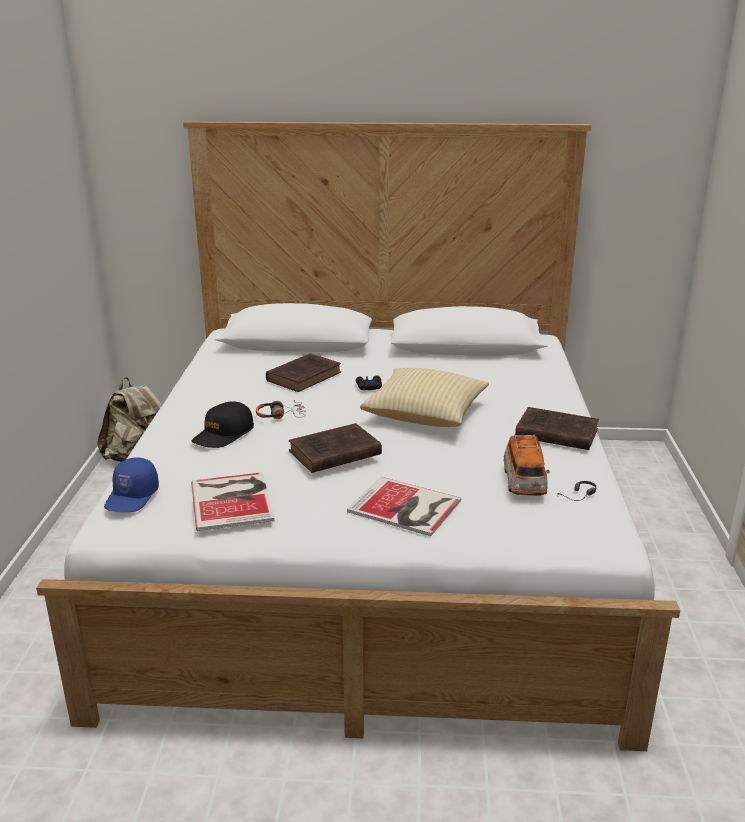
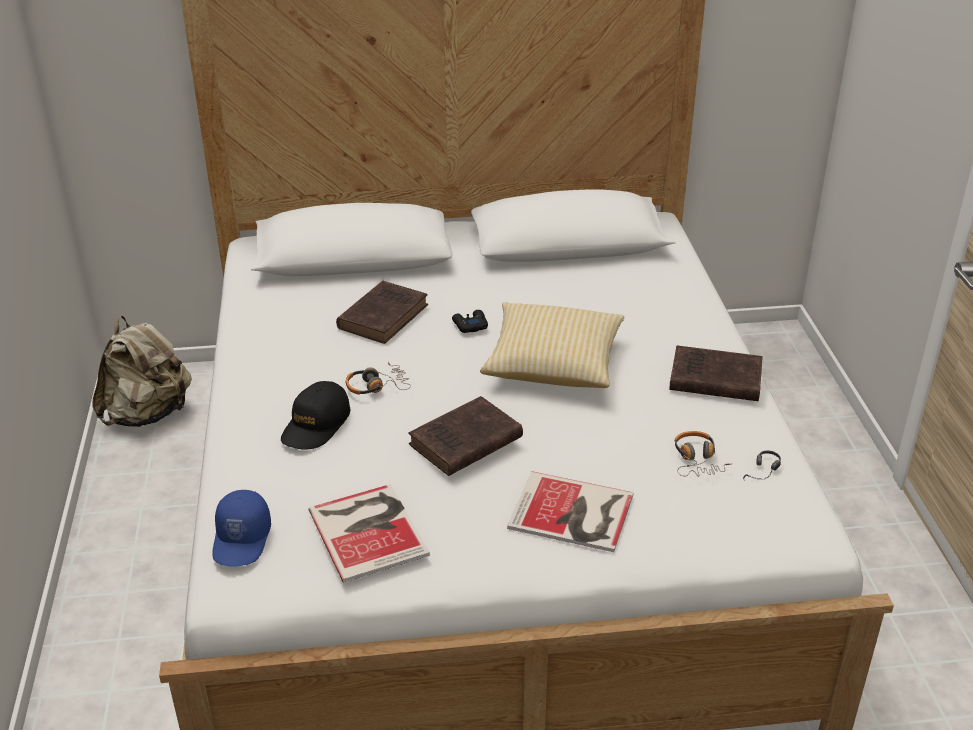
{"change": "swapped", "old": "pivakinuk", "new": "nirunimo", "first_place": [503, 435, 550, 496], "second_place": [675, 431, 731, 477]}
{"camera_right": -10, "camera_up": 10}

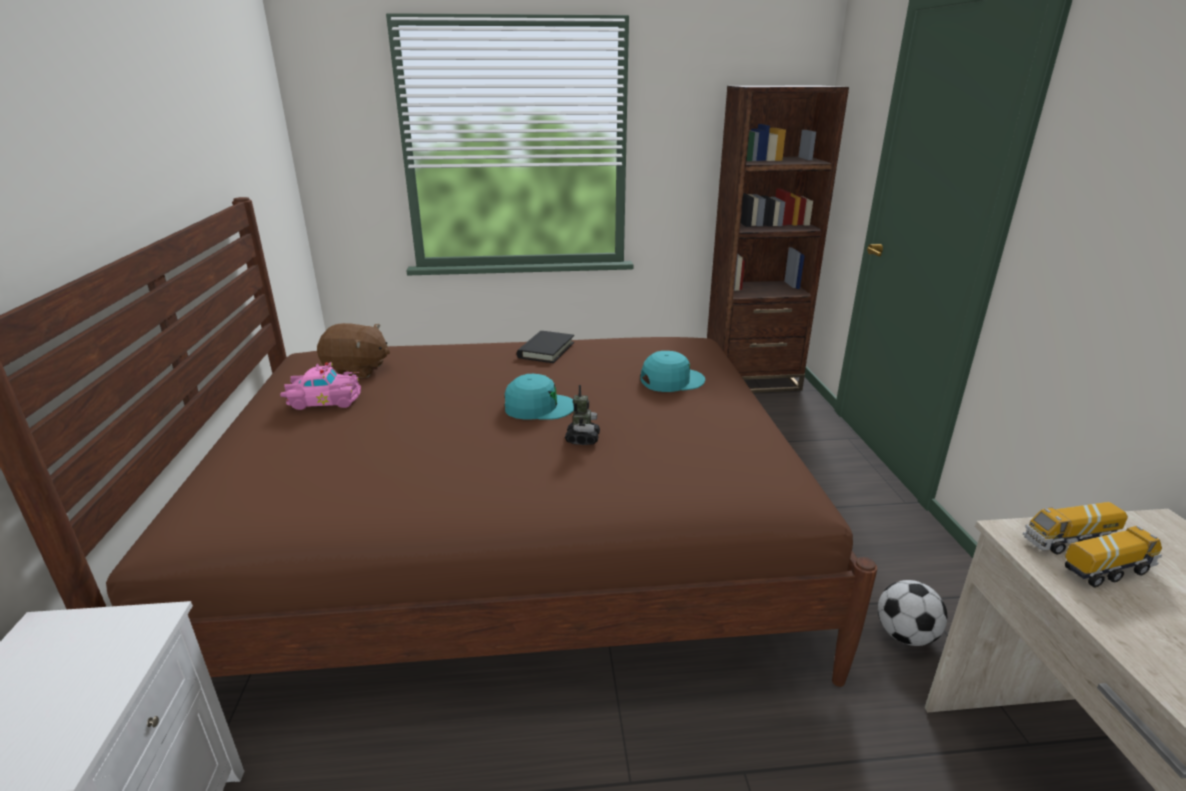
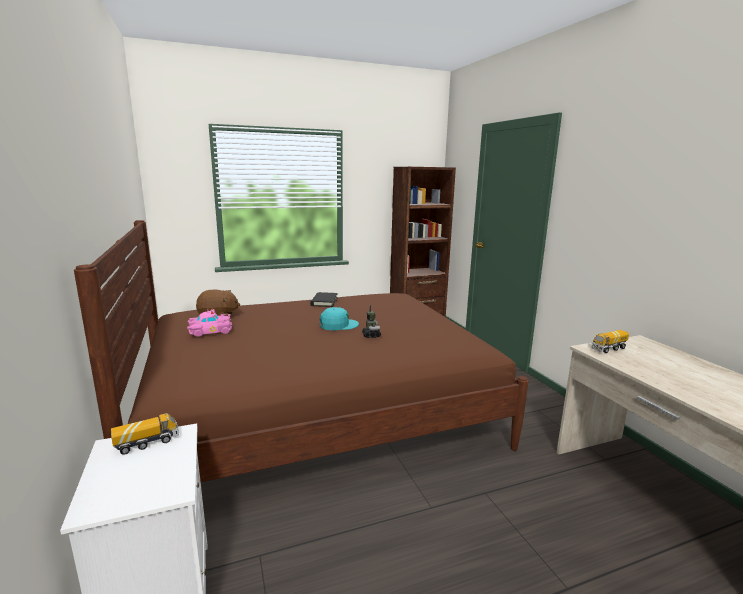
{"change": "shifted", "old": "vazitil", "first_place": [1065, 526, 1162, 588], "second_place": [111, 413, 179, 455]}
{"change": "gone", "old": "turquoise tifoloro", "first_place": [640, 351, 705, 392]}
{"change": "gone", "old": "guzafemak", "first_place": [878, 580, 947, 646]}
{"camera_right": -15, "camera_up": -10}

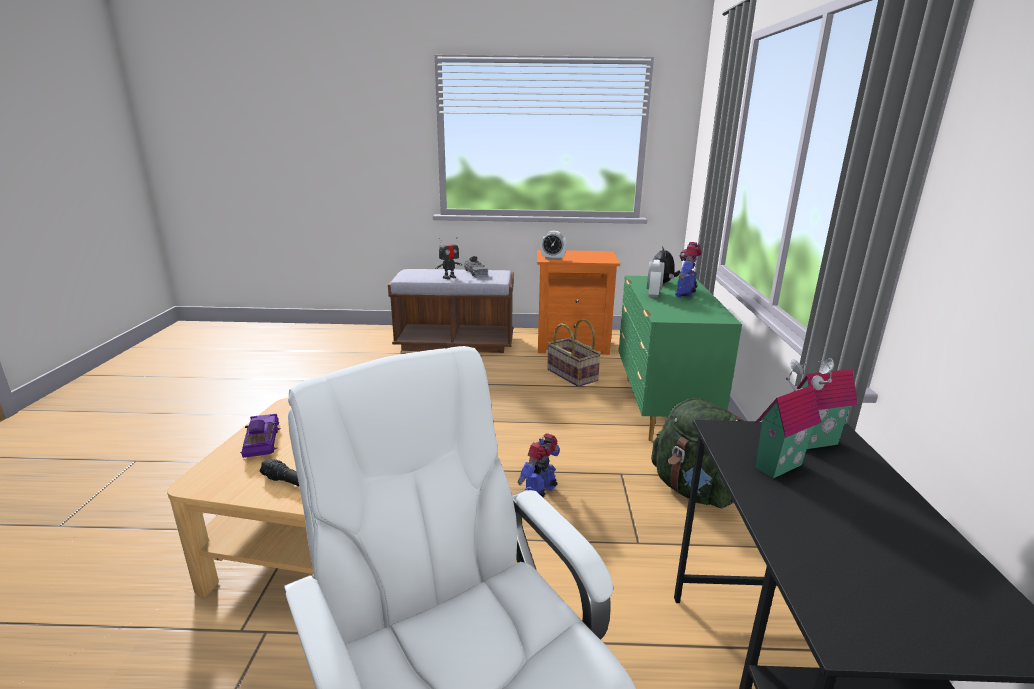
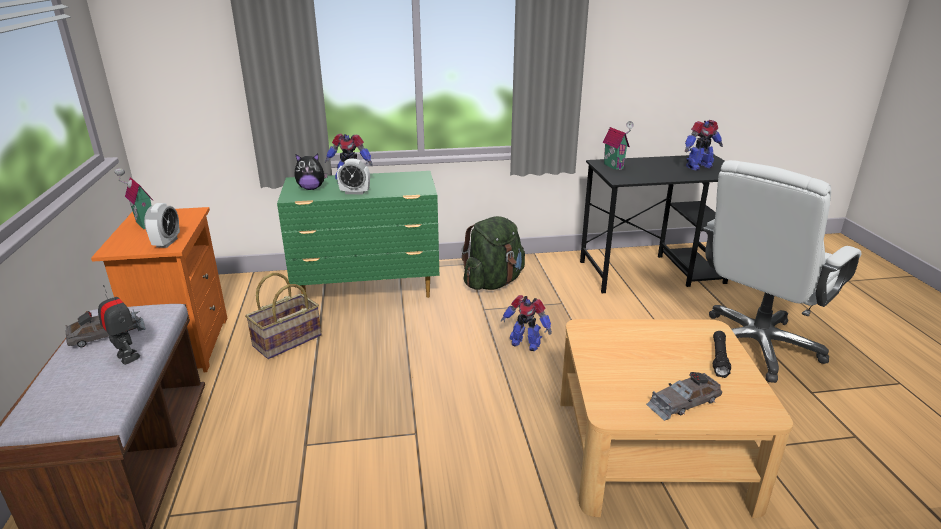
{"change": "shifted", "old": "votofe", "first_place": [755, 359, 821, 478], "second_place": [114, 168, 153, 229]}
{"change": "repainted", "old": "purple pivakinuk", "new": "grey pivakinuk", "first_place": [240, 414, 280, 458], "second_place": [646, 372, 722, 421]}
{"change": "new", "new": "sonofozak", "second_place": [685, 120, 723, 171]}
{"camera_right": -100, "camera_up": 5}

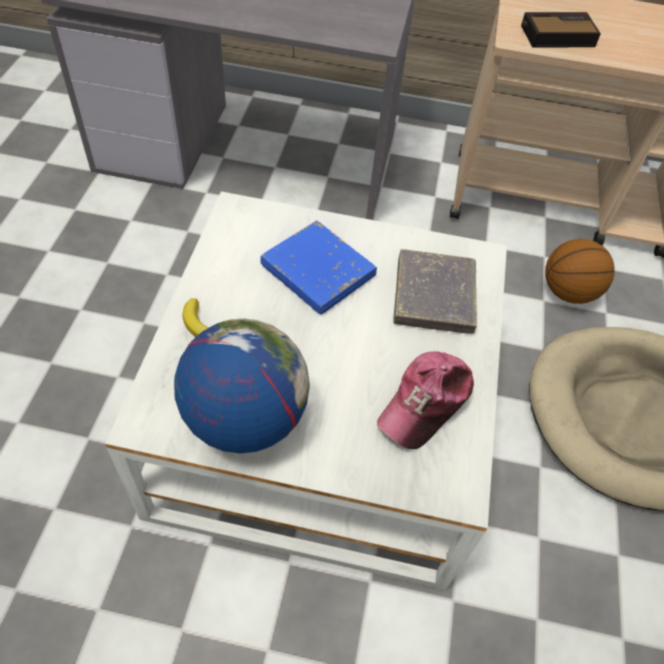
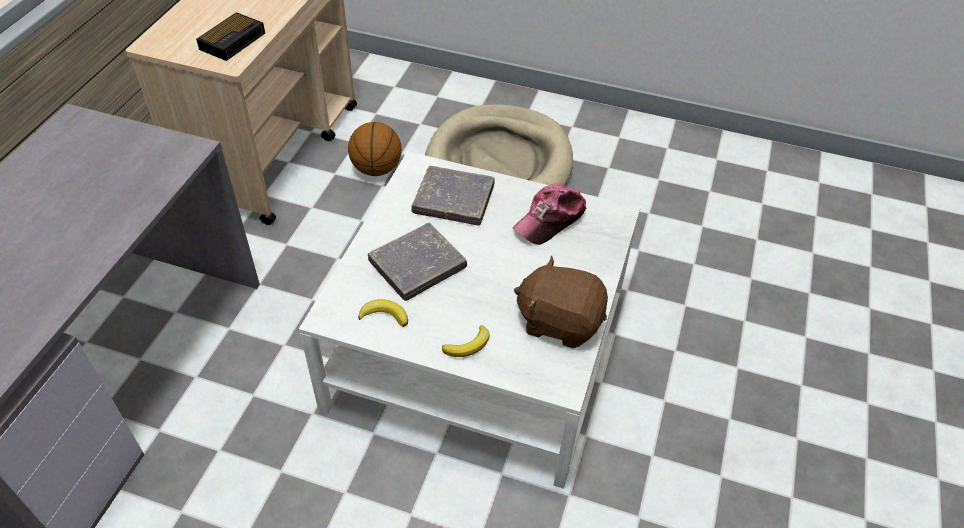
{"change": "rotated", "old": "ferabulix", "first_place": [521, 12, 601, 48], "second_place": [196, 12, 265, 61], "degrees": -150}
{"change": "new", "new": "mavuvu", "second_place": [358, 299, 408, 327]}
{"change": "repainted", "old": "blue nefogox", "new": "grey nefogox", "first_place": [261, 220, 377, 315], "second_place": [368, 222, 467, 301]}
{"change": "rotated", "old": "tifoloro", "first_place": [377, 351, 474, 449], "second_place": [512, 184, 587, 245], "degrees": 90}
{"change": "swapped", "old": "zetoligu", "new": "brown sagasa", "first_place": [174, 318, 310, 454], "second_place": [514, 256, 608, 348]}
{"camera_right": -80, "camera_up": -5}

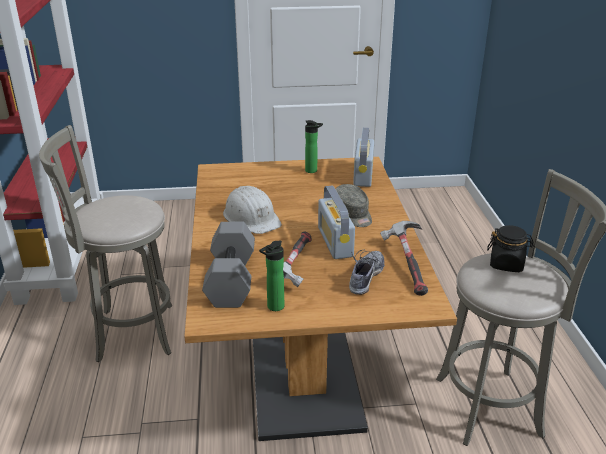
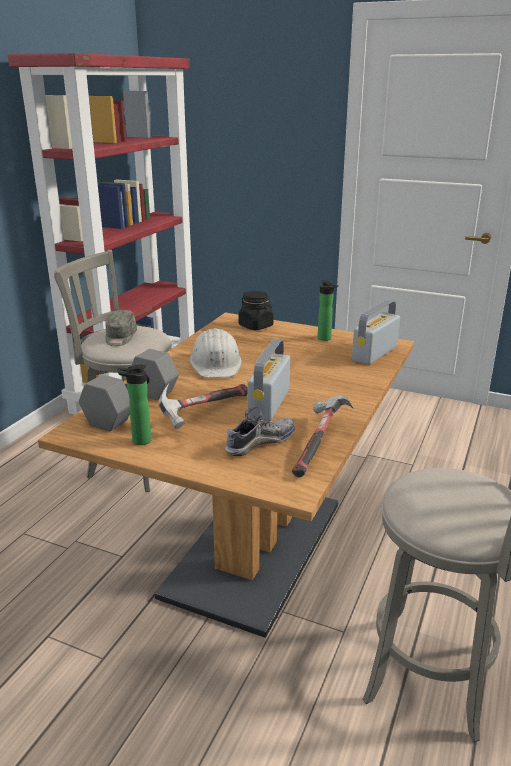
{"change": "shifted", "old": "grey tifoloro", "first_place": [336, 184, 372, 227], "second_place": [105, 310, 137, 346]}
{"change": "shifted", "old": "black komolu", "first_place": [487, 225, 534, 272], "second_place": [239, 291, 274, 330]}
{"camera_right": 30, "camera_up": -5}

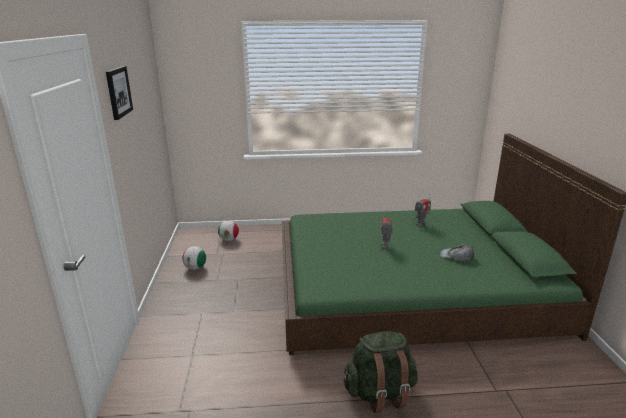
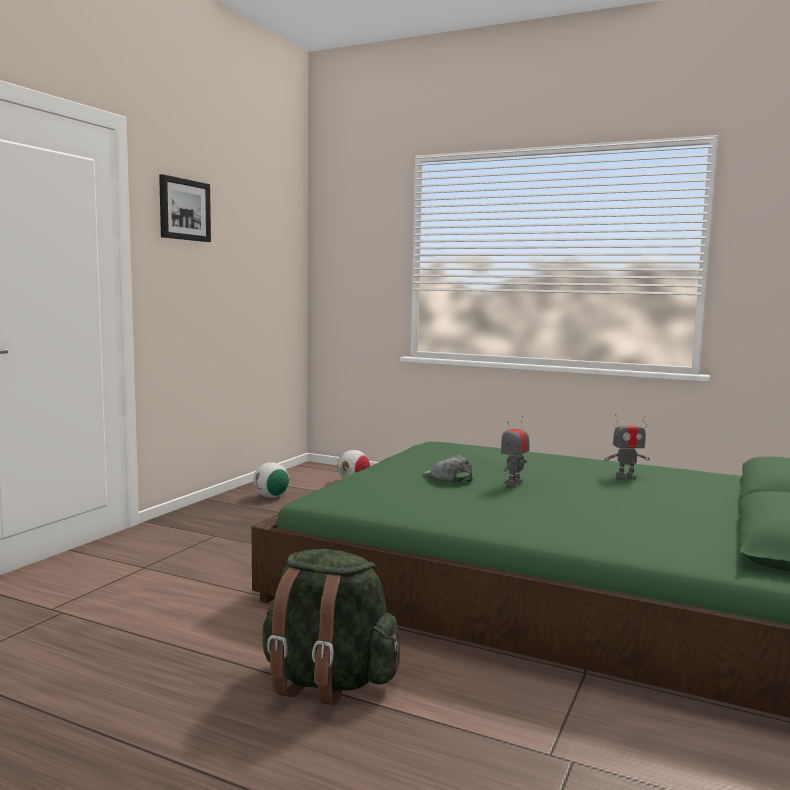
{"change": "shifted", "old": "grey tifoloro", "first_place": [440, 244, 475, 261], "second_place": [422, 454, 473, 482]}
{"camera_right": 30, "camera_up": -15}

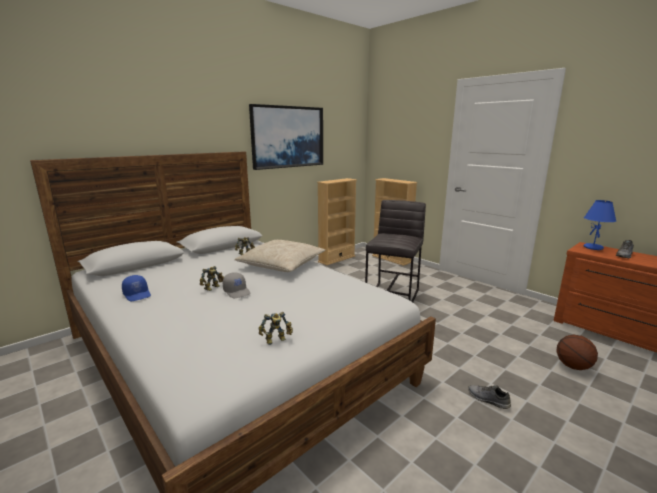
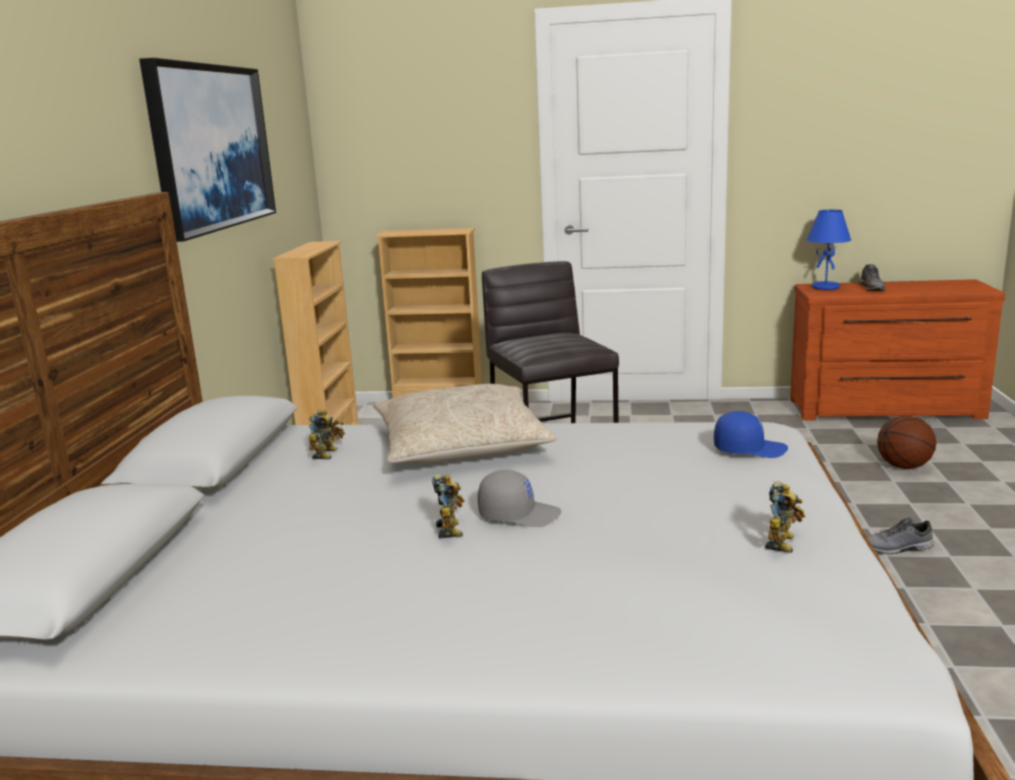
{"change": "shifted", "old": "blue tifoloro", "first_place": [122, 275, 151, 301], "second_place": [714, 411, 788, 458]}
{"camera_right": -40, "camera_up": 0}

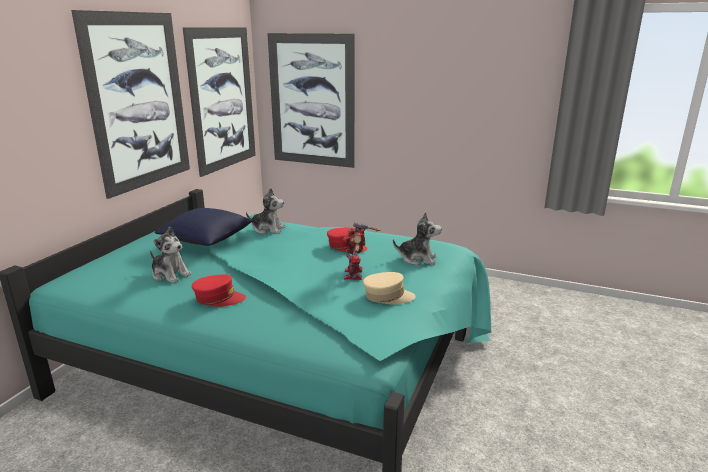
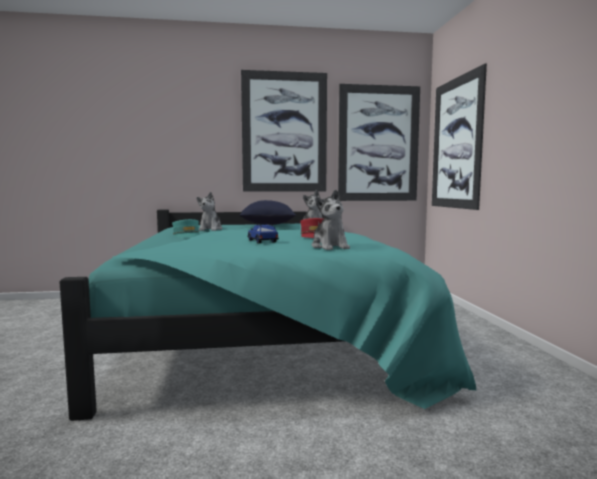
{"change": "repainted", "old": "red tifoloro", "new": "turquoise tifoloro", "first_place": [192, 274, 246, 307], "second_place": [172, 219, 200, 237]}
{"change": "swapped", "old": "sonofozak", "new": "blue pivakinuk", "first_place": [342, 223, 381, 280], "second_place": [248, 224, 279, 243]}
{"change": "gone", "old": "beige tifoloro", "first_place": [363, 272, 416, 305]}
{"camera_right": 60, "camera_up": -15}

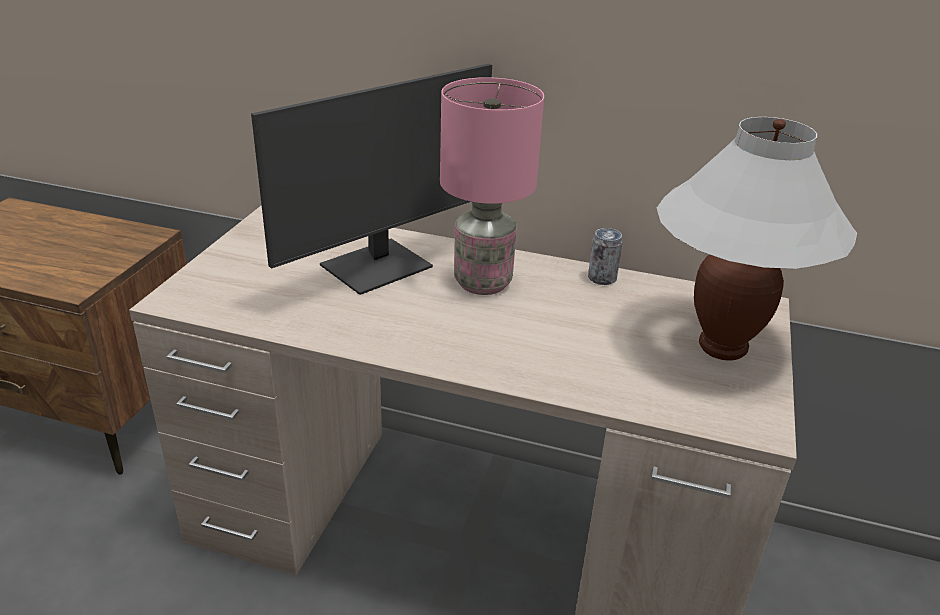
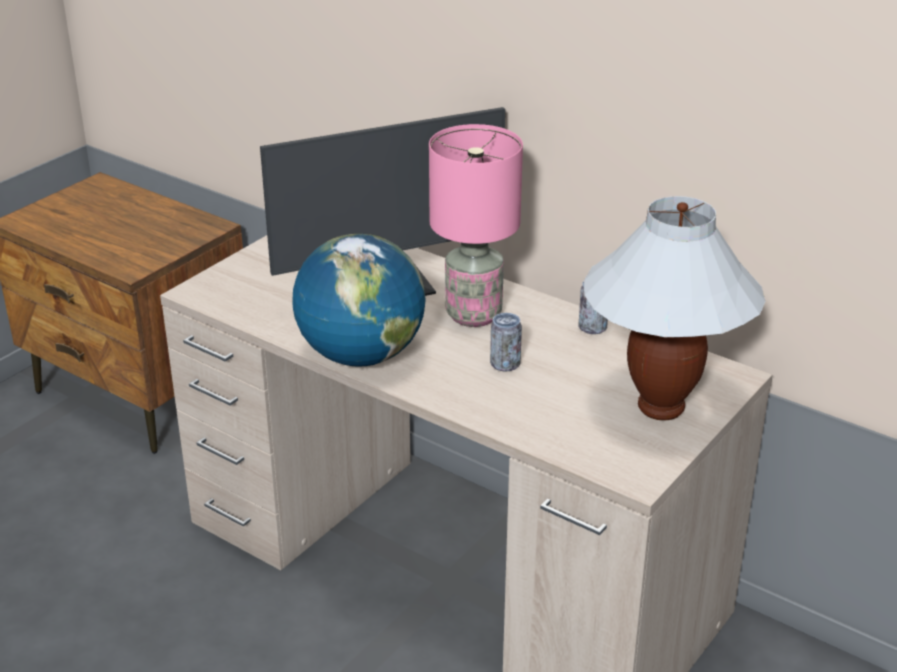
{"change": "new", "new": "zetoligu", "second_place": [293, 234, 426, 367]}
{"change": "new", "new": "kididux", "second_place": [490, 313, 522, 372]}
{"camera_right": 20, "camera_up": 0}

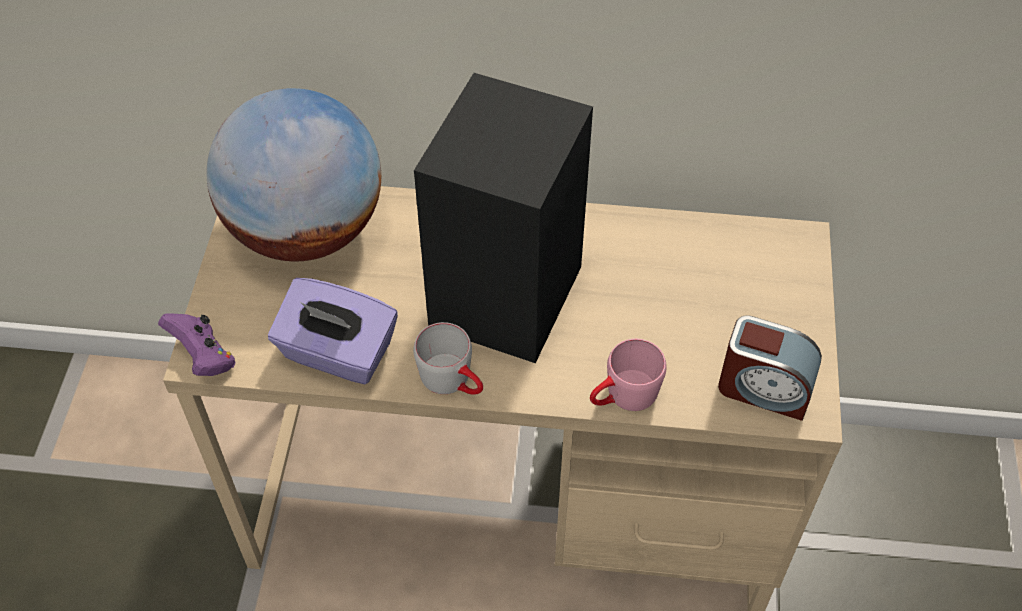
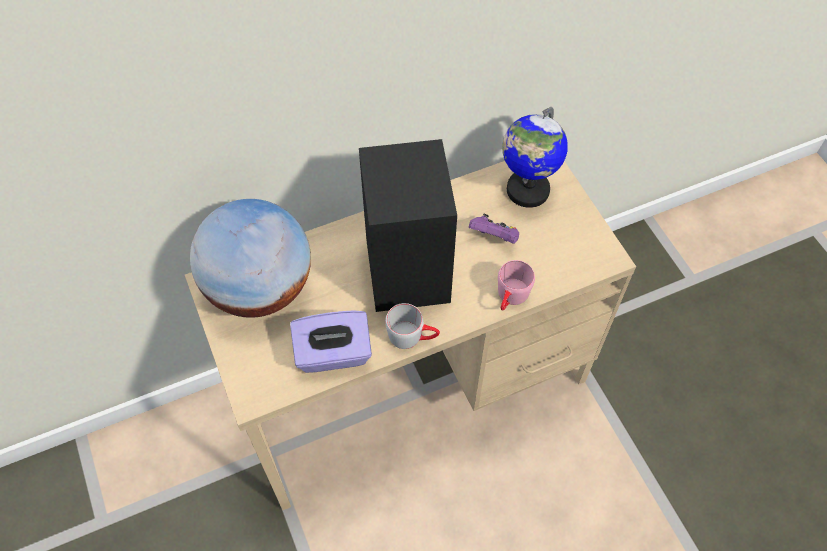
{"change": "shifted", "old": "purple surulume", "first_place": [158, 313, 235, 376], "second_place": [469, 214, 519, 243]}
{"change": "new", "new": "zetoligu", "second_place": [502, 107, 568, 208]}
{"change": "gone", "old": "ferabulix", "first_place": [718, 315, 822, 421]}
{"camera_right": -30, "camera_up": 5}

